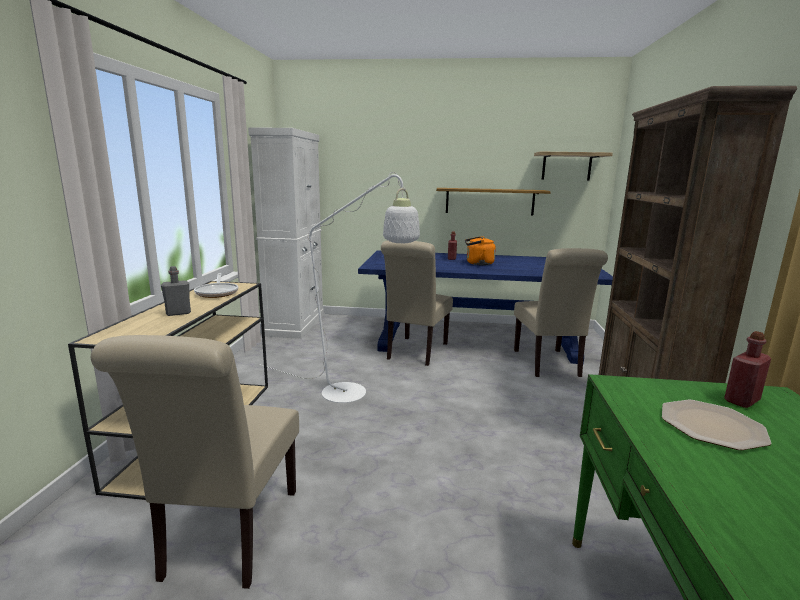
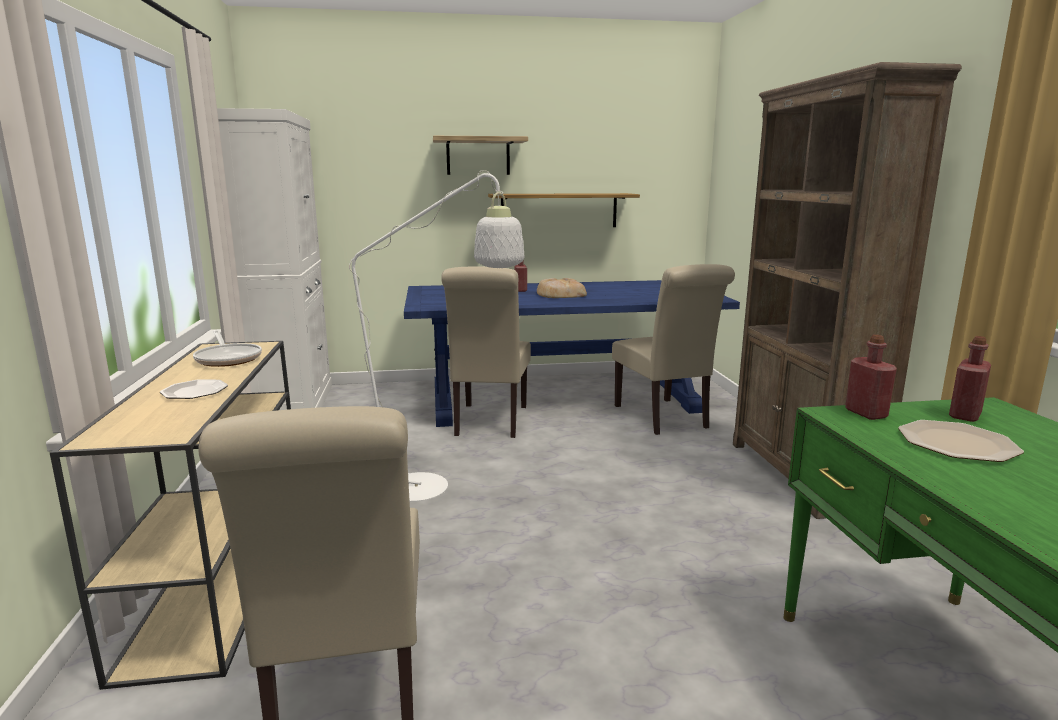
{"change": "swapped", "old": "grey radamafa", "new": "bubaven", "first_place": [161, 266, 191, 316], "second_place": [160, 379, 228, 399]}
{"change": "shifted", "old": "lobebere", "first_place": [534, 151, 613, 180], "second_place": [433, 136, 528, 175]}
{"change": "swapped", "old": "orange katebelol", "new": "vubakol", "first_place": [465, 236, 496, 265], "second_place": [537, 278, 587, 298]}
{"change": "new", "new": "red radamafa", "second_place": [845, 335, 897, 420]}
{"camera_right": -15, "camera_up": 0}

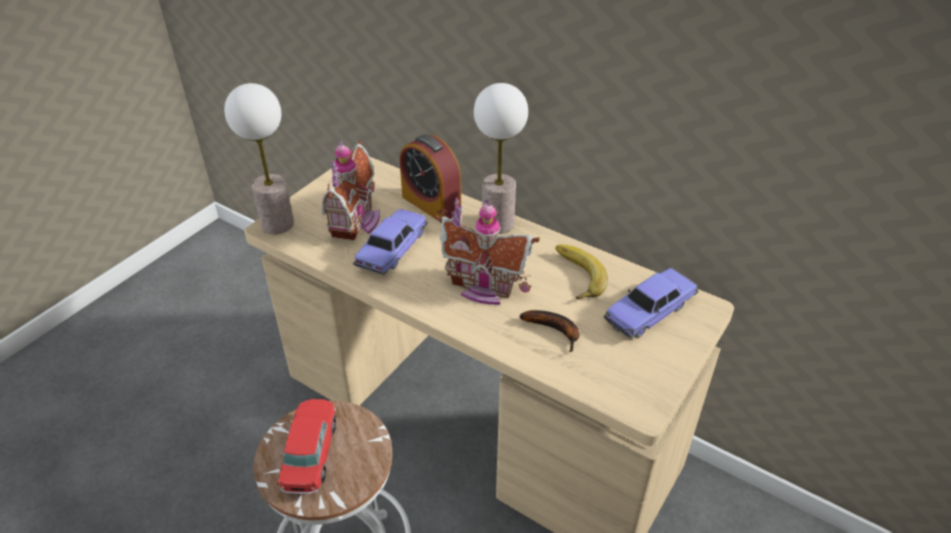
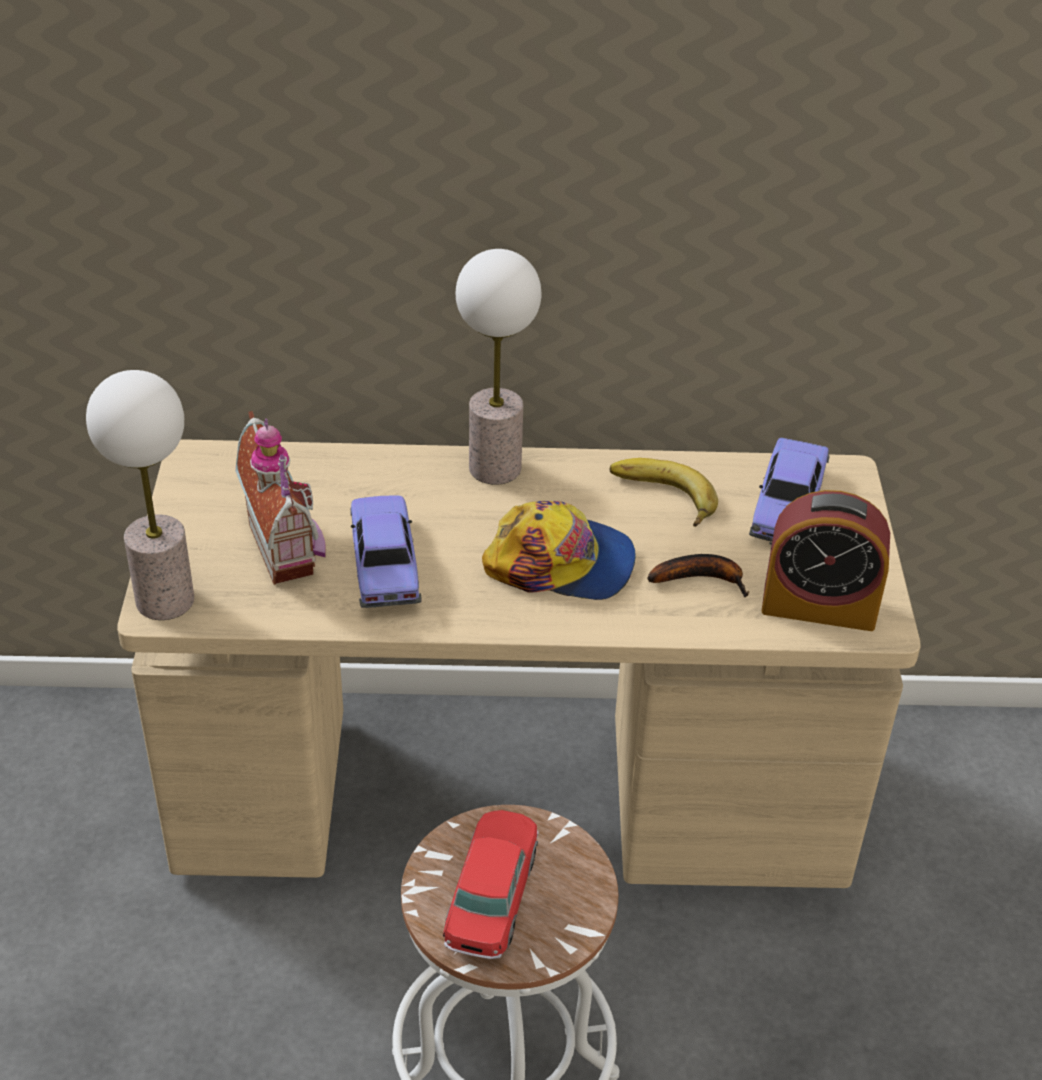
{"change": "rotated", "old": "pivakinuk", "first_place": [278, 399, 336, 494], "second_place": [443, 810, 539, 959], "degrees": 45}
{"change": "swapped", "old": "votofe", "new": "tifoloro", "first_place": [435, 198, 540, 305], "second_place": [482, 501, 636, 600]}
{"change": "shifted", "old": "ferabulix", "first_place": [400, 135, 461, 222], "second_place": [762, 490, 890, 631]}
{"camera_right": -35, "camera_up": 0}

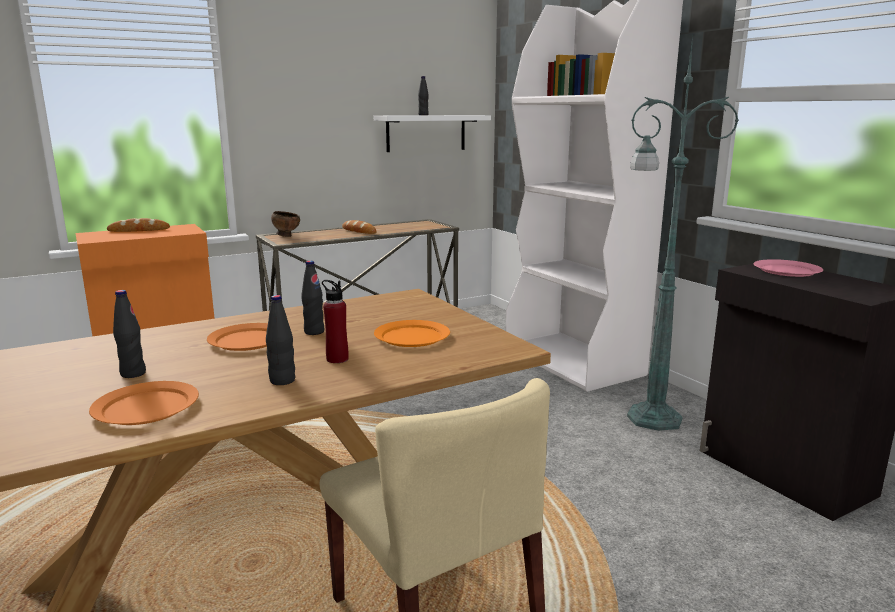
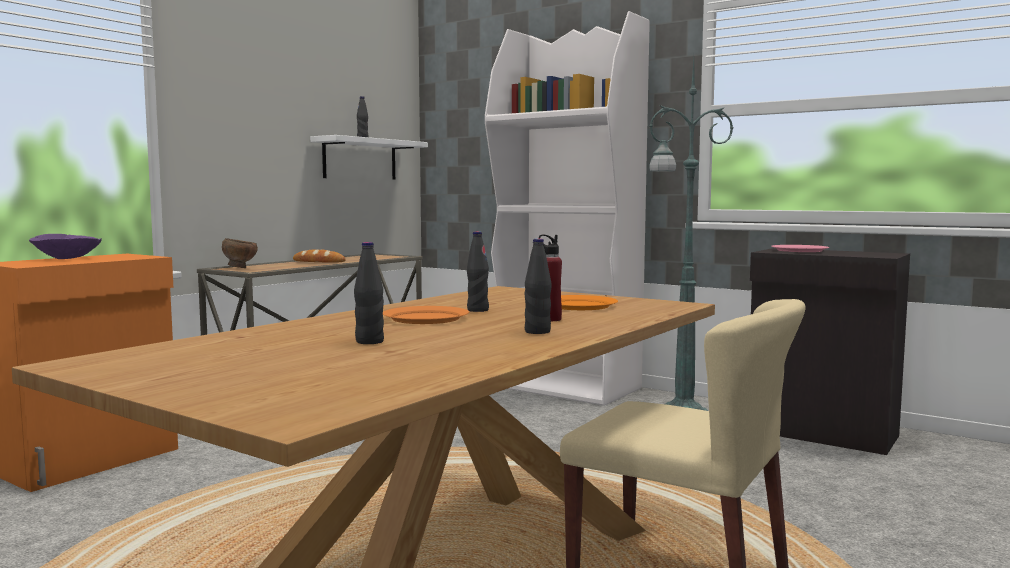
{"change": "swapped", "old": "vubakol", "new": "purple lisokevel", "first_place": [107, 218, 170, 232], "second_place": [29, 234, 102, 259]}
{"change": "gone", "old": "orange bubaven", "first_place": [89, 381, 199, 425]}
{"camera_right": -25, "camera_up": -10}

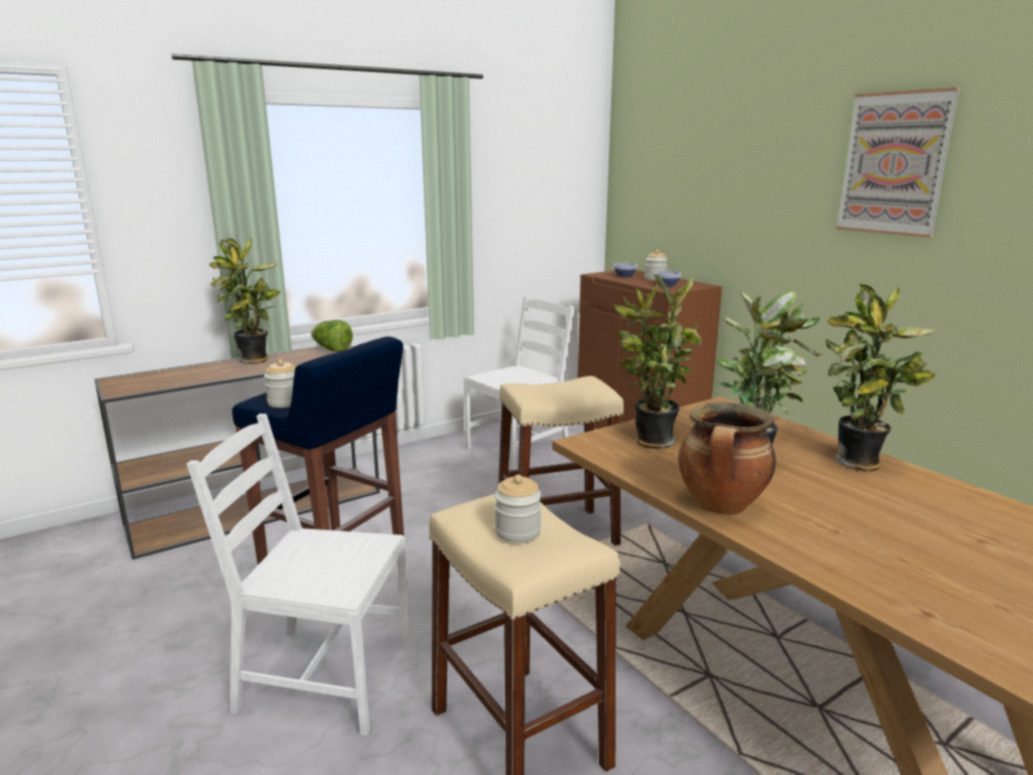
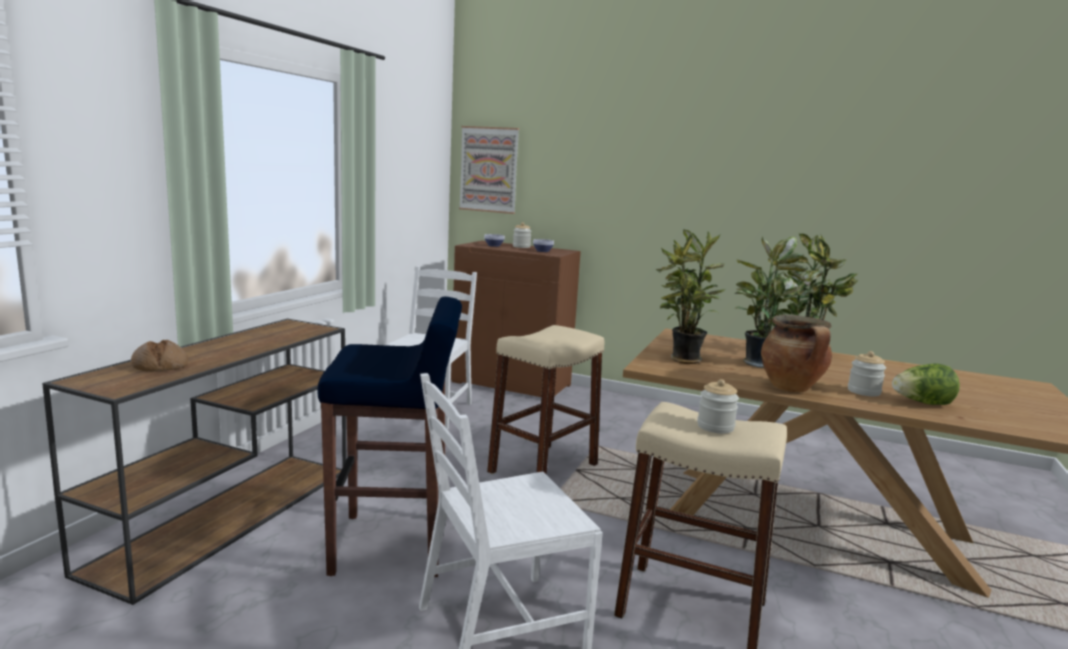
{"change": "new", "new": "vubakol", "second_place": [131, 340, 188, 372]}
{"change": "shifted", "old": "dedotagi", "first_place": [836, 87, 961, 238], "second_place": [459, 126, 519, 214]}
{"change": "shifted", "old": "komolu", "first_place": [264, 359, 296, 408], "second_place": [848, 351, 886, 397]}
{"change": "shifted", "old": "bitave", "first_place": [311, 320, 353, 352], "second_place": [892, 363, 960, 405]}
{"change": "gone", "old": "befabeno", "first_place": [209, 238, 281, 364]}
{"camera_right": -35, "camera_up": -5}

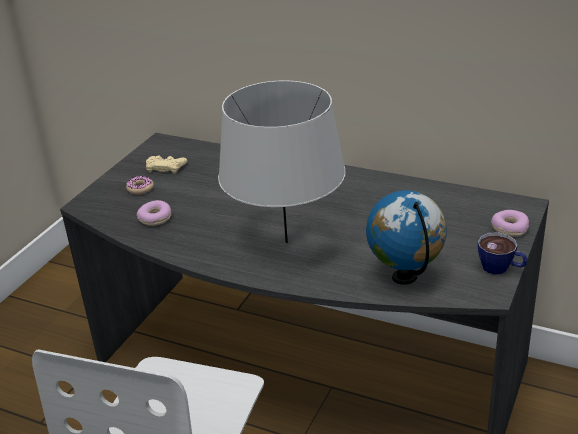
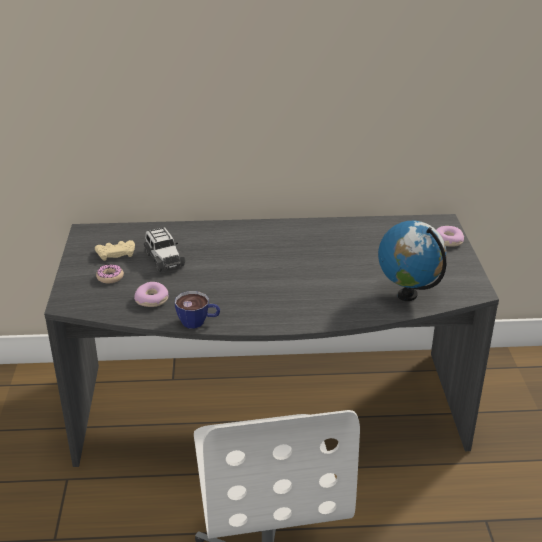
{"change": "new", "new": "pivakinuk", "second_place": [144, 227, 186, 272]}
{"change": "shifted", "old": "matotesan", "first_place": [478, 232, 528, 275], "second_place": [175, 291, 220, 329]}
{"change": "gone", "old": "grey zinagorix", "first_place": [218, 80, 346, 243]}
{"camera_right": -30, "camera_up": 0}

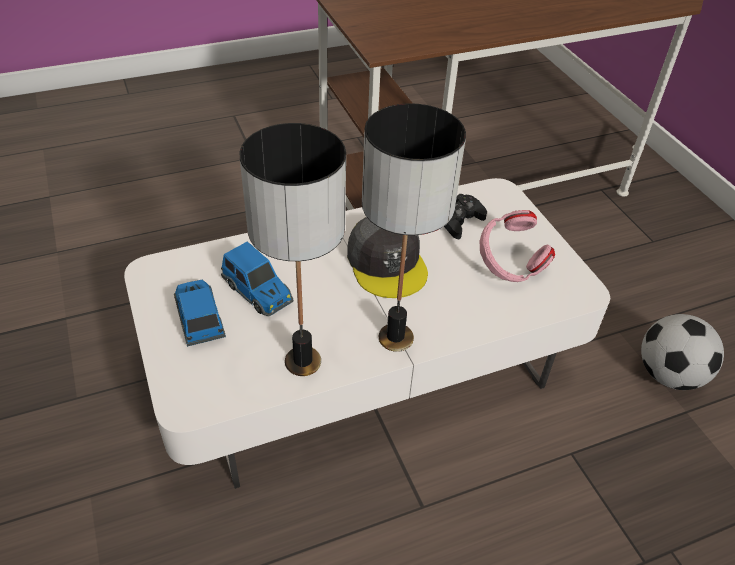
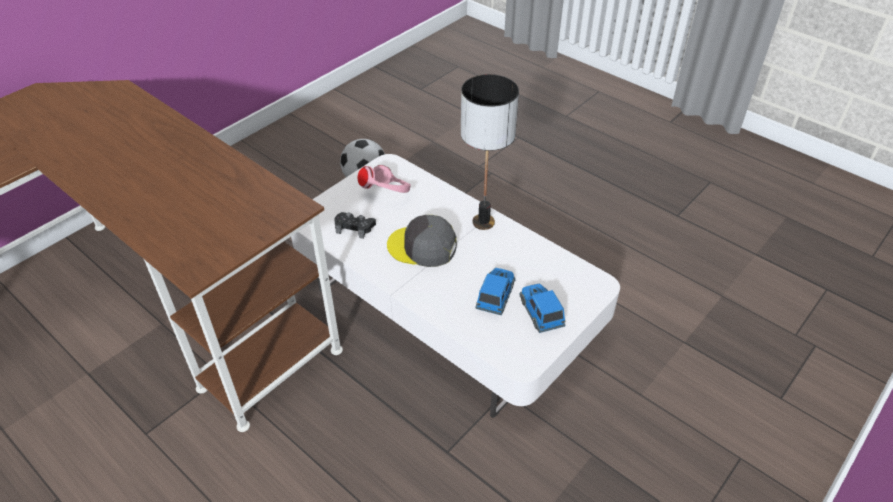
{"change": "rotated", "old": "grey tifoloro", "first_place": [347, 217, 428, 298], "second_place": [387, 215, 457, 267], "degrees": -120}
{"change": "rotated", "old": "pivakinuk", "first_place": [174, 280, 226, 347], "second_place": [520, 283, 565, 333], "degrees": 120}
{"change": "gone", "old": "zinagorix", "first_place": [240, 123, 346, 376]}
{"camera_right": -115, "camera_up": 0}

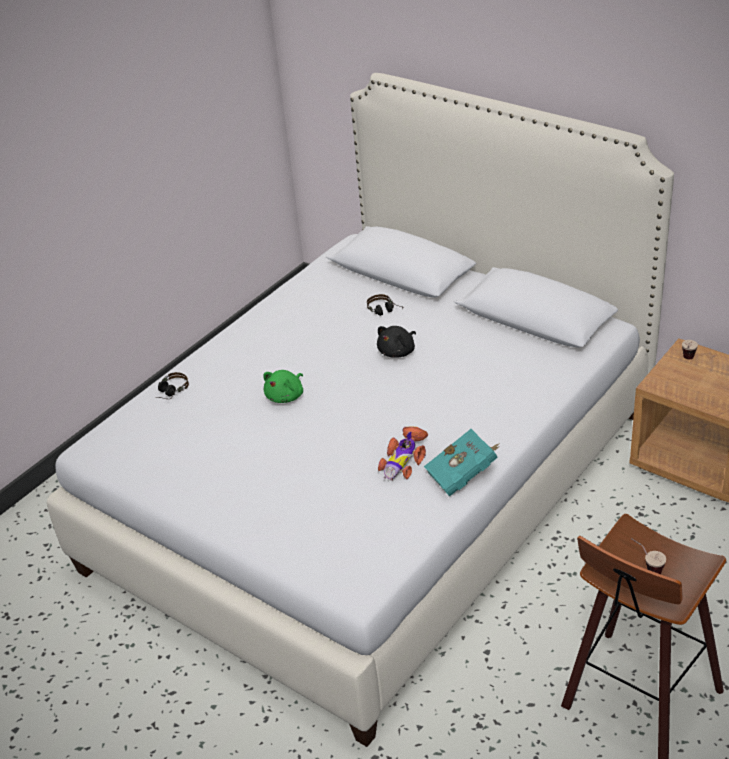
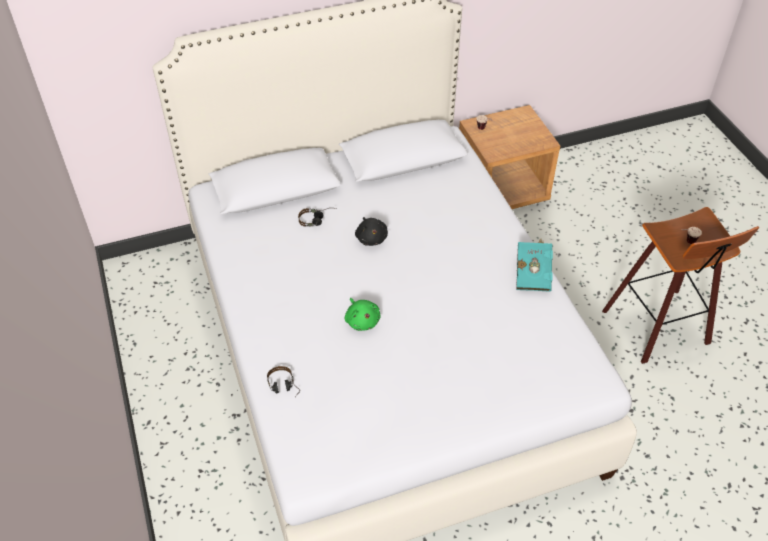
{"change": "gone", "old": "pivakinuk", "first_place": [378, 426, 428, 481]}
{"camera_right": -60, "camera_up": 10}

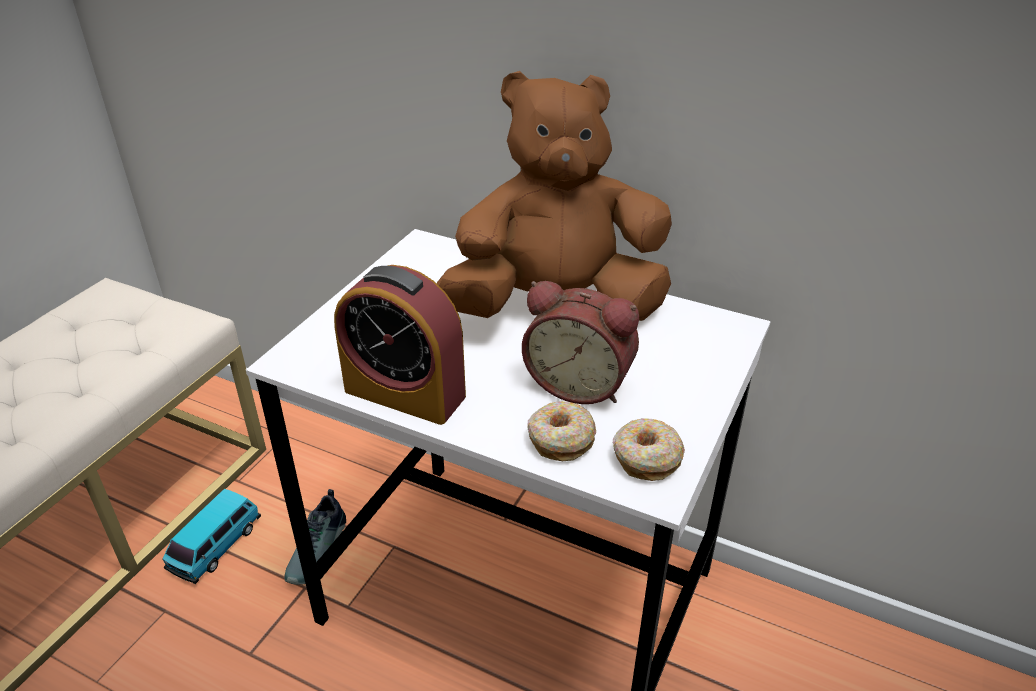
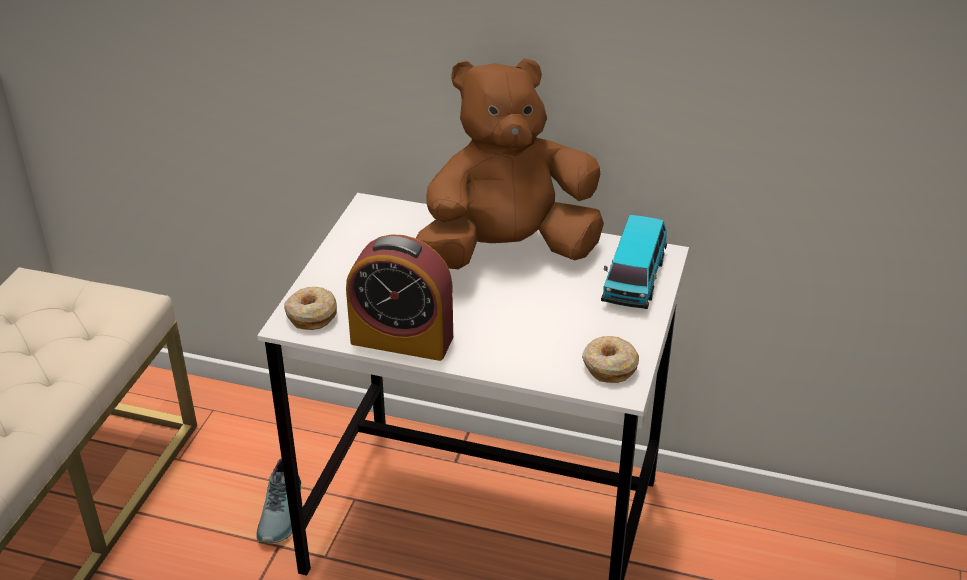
{"change": "shifted", "old": "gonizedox", "first_place": [527, 401, 596, 461], "second_place": [284, 287, 337, 330]}
{"change": "shifted", "old": "pivakinuk", "first_place": [163, 489, 261, 584], "second_place": [601, 215, 667, 309]}
{"change": "gone", "old": "ferabulix", "first_place": [522, 281, 639, 404]}
{"camera_right": -10, "camera_up": 0}

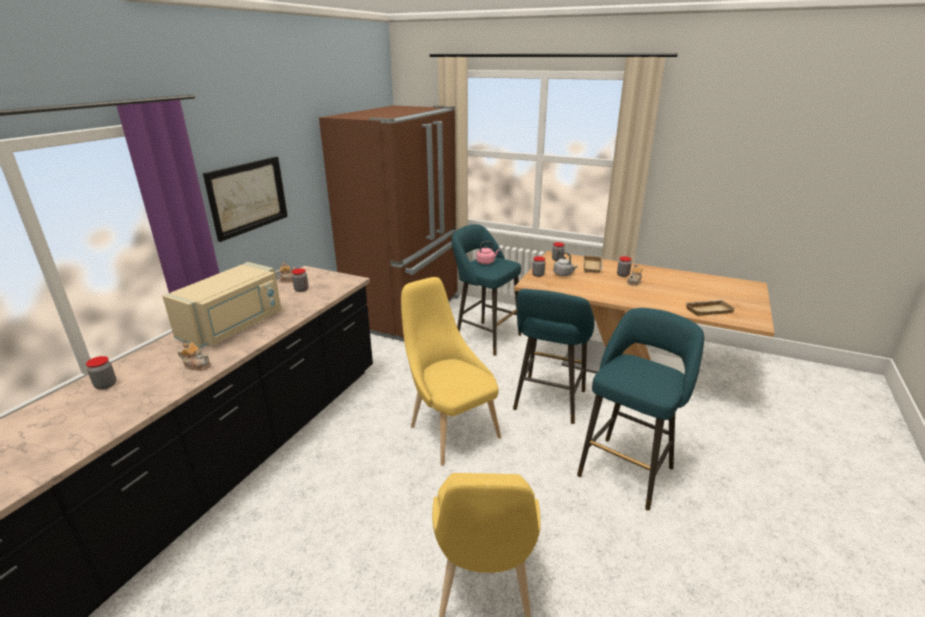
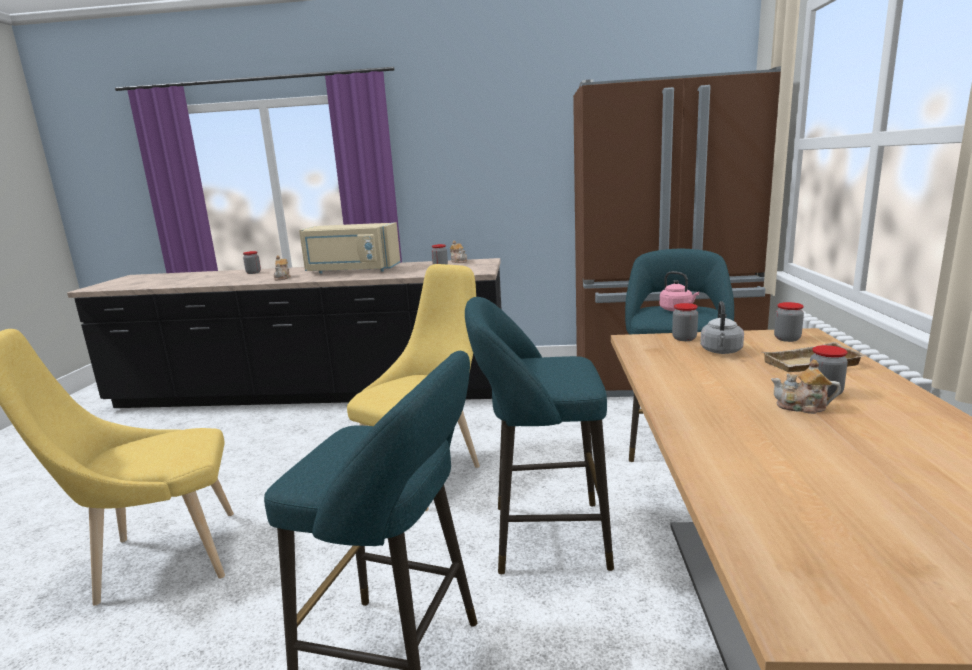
{"change": "gone", "old": "dedotagi", "first_place": [203, 157, 288, 242]}
{"change": "gone", "old": "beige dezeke", "first_place": [684, 300, 736, 316]}
{"camera_right": 70, "camera_up": -10}

